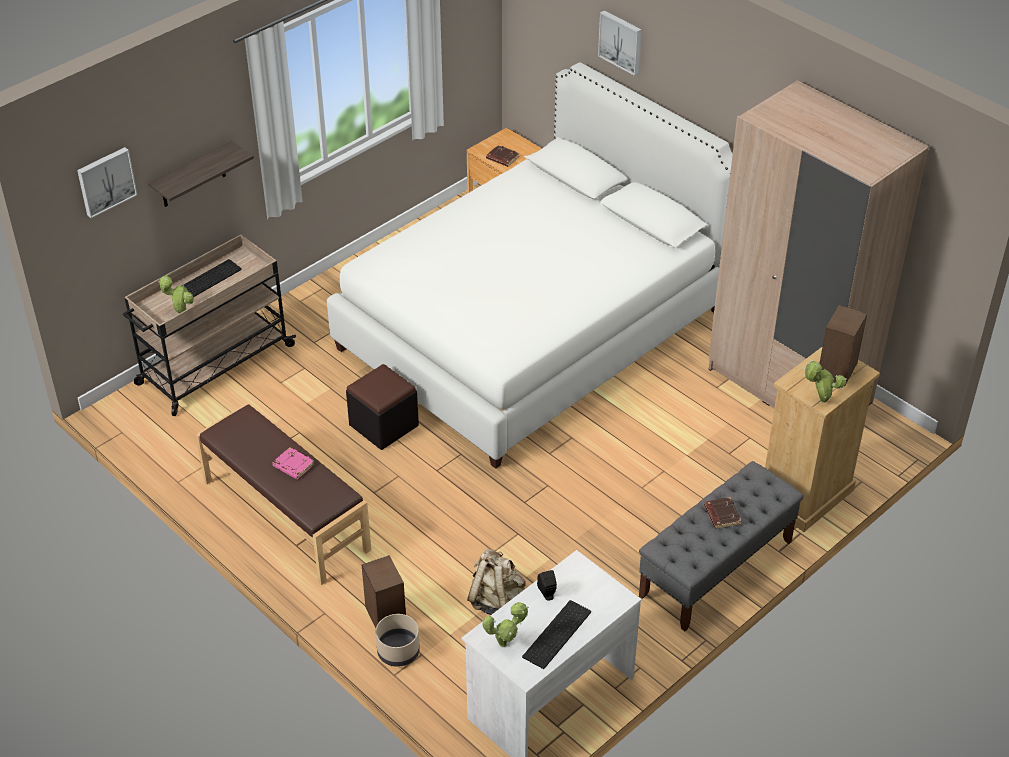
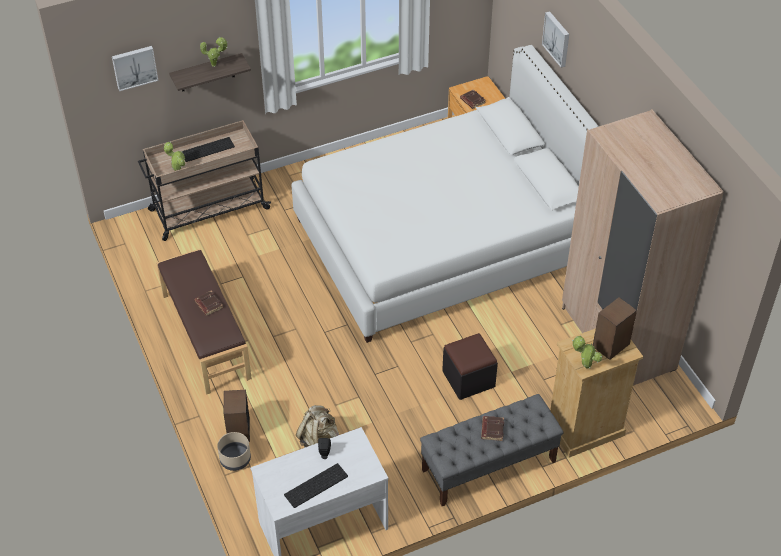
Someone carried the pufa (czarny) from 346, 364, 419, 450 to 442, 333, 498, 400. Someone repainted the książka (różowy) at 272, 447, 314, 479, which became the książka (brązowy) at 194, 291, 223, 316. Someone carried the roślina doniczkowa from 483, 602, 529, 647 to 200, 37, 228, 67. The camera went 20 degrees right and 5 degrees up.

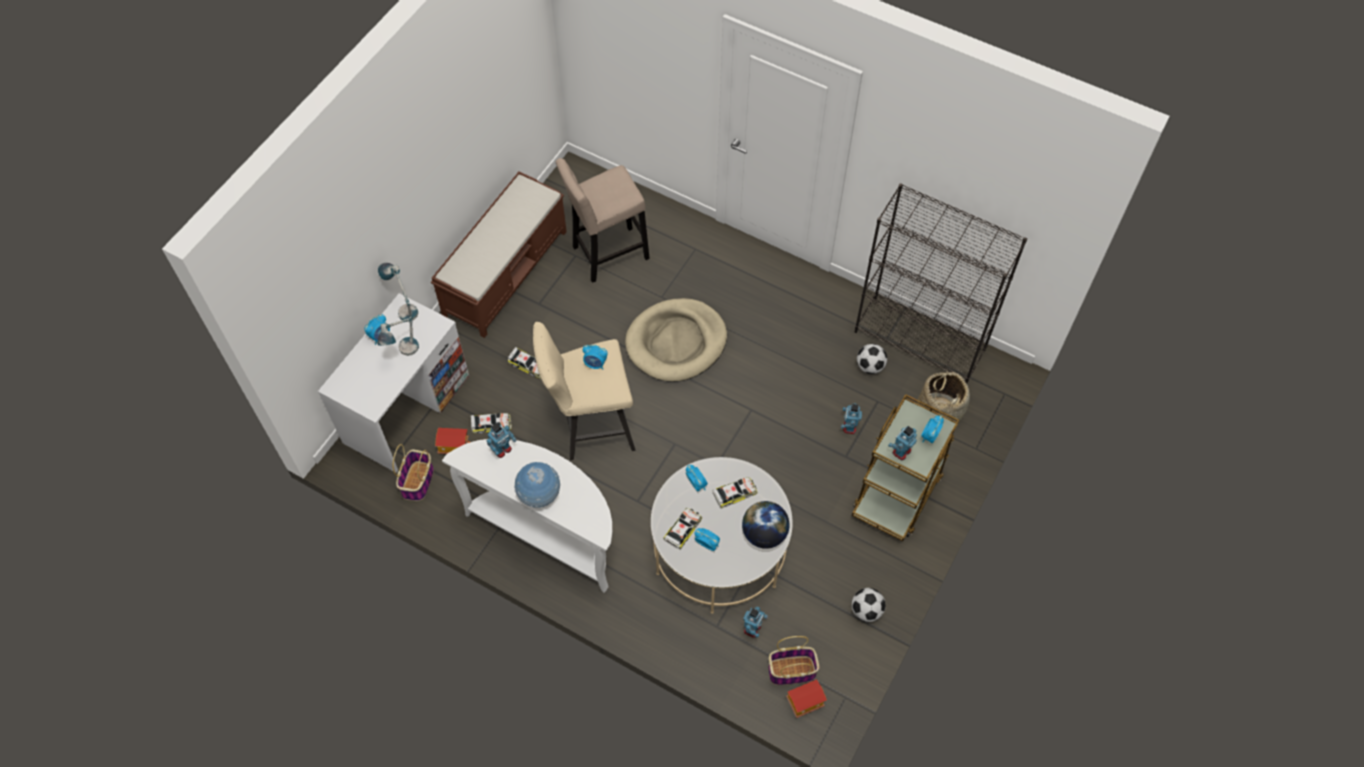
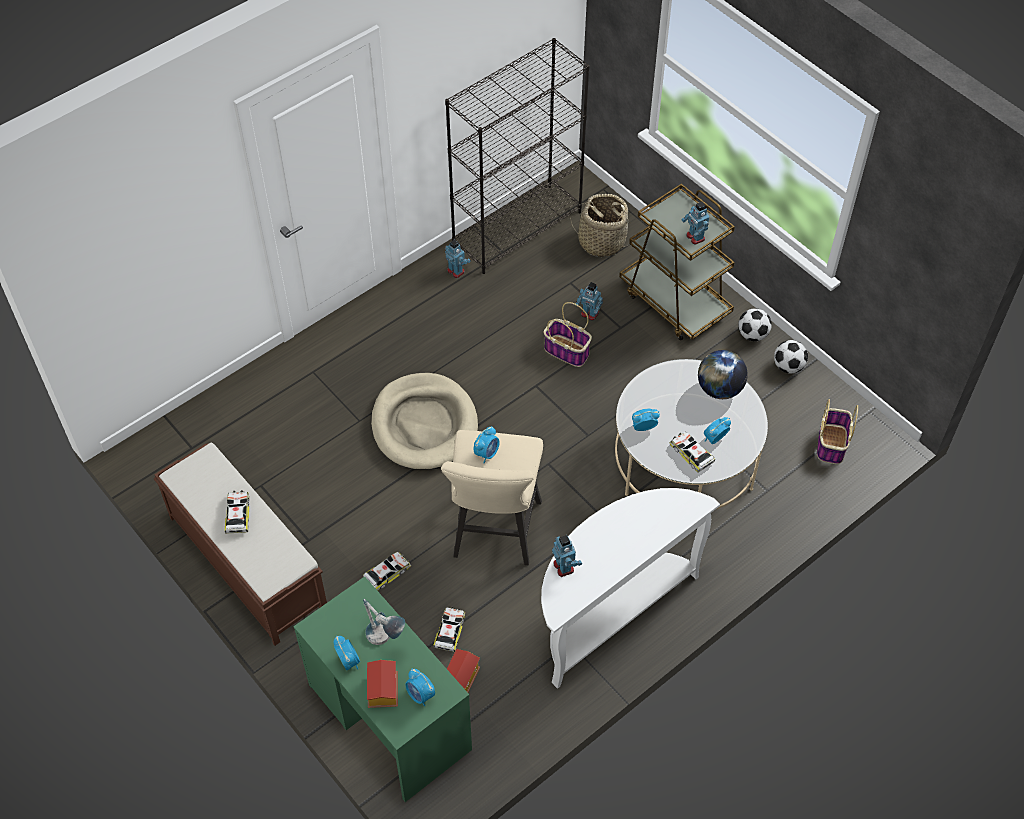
Someone took away the stołek (beżowy) at 556, 158, 650, 283. Someone took away the lampa stołowa at 378, 263, 418, 322. Someone repainted the biurko (biały) at 318, 293, 469, 473, which became the biurko (zielony) at 293, 576, 472, 802. Someone carried the piłka futbolowa from 857, 344, 887, 374 to 738, 308, 772, 341. Someone carried the budzik from 921, 415, 944, 443 to 405, 669, 435, 706. Someone carried the koszyk from 393, 444, 434, 501 to 544, 302, 592, 367. Someone took away the globus at 514, 462, 560, 508. Someone carried the samochodzik from 713, 477, 758, 508 to 225, 490, 249, 534. Someone carried the robot zabawkowy from 743, 606, 768, 638 to 445, 240, 471, 278. Someone carried the domek from 786, 679, 827, 718 to 367, 660, 398, 708. The camera went 70 degrees left and 5 degrees down.

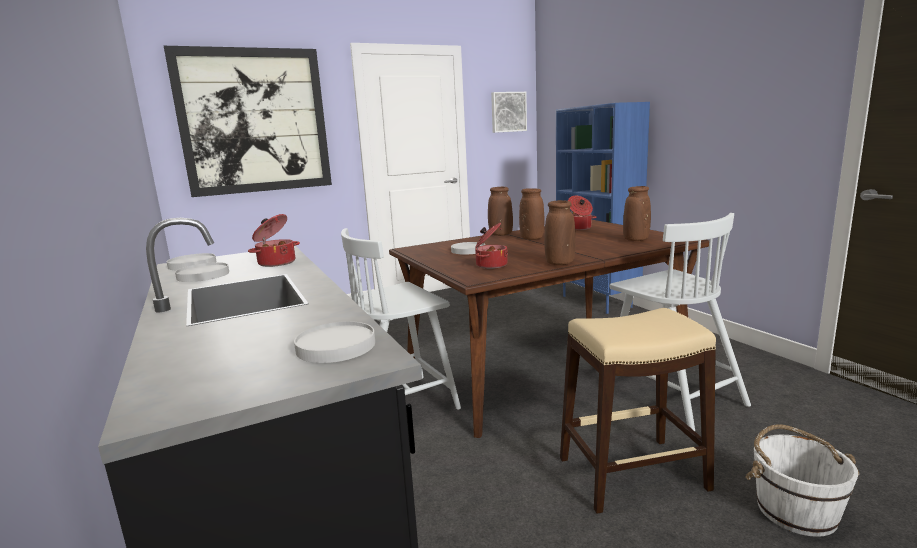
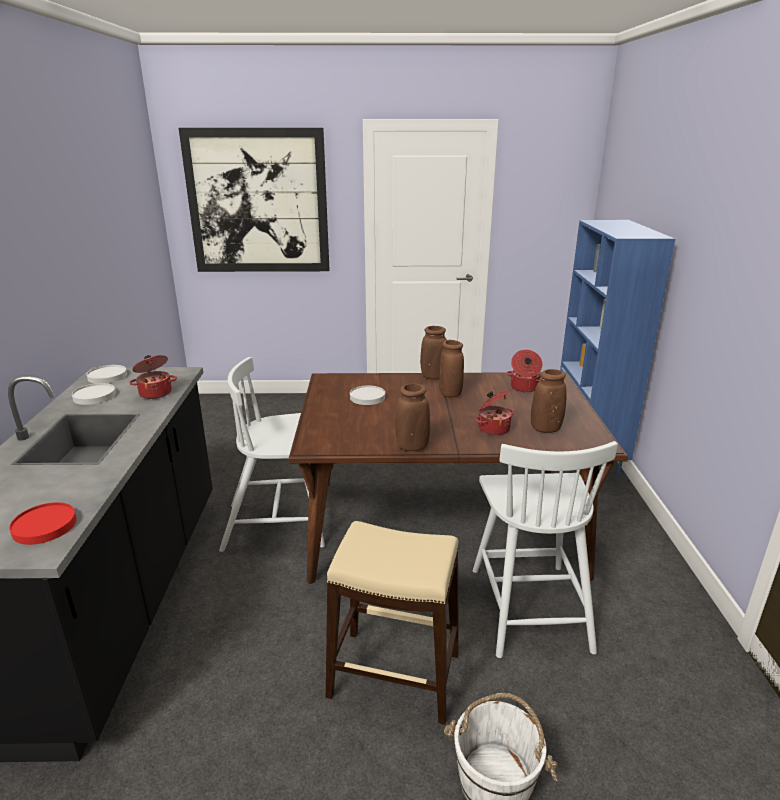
Someone took away the obraz at 491, 92, 527, 133. Someone carried the garnek from 475, 223, 508, 269 to 475, 390, 514, 435. Someone repainted the talerz (biały) at 294, 321, 375, 363, which became the talerz (czerwony) at 9, 502, 77, 545. The camera went 25 degrees right and 10 degrees up.

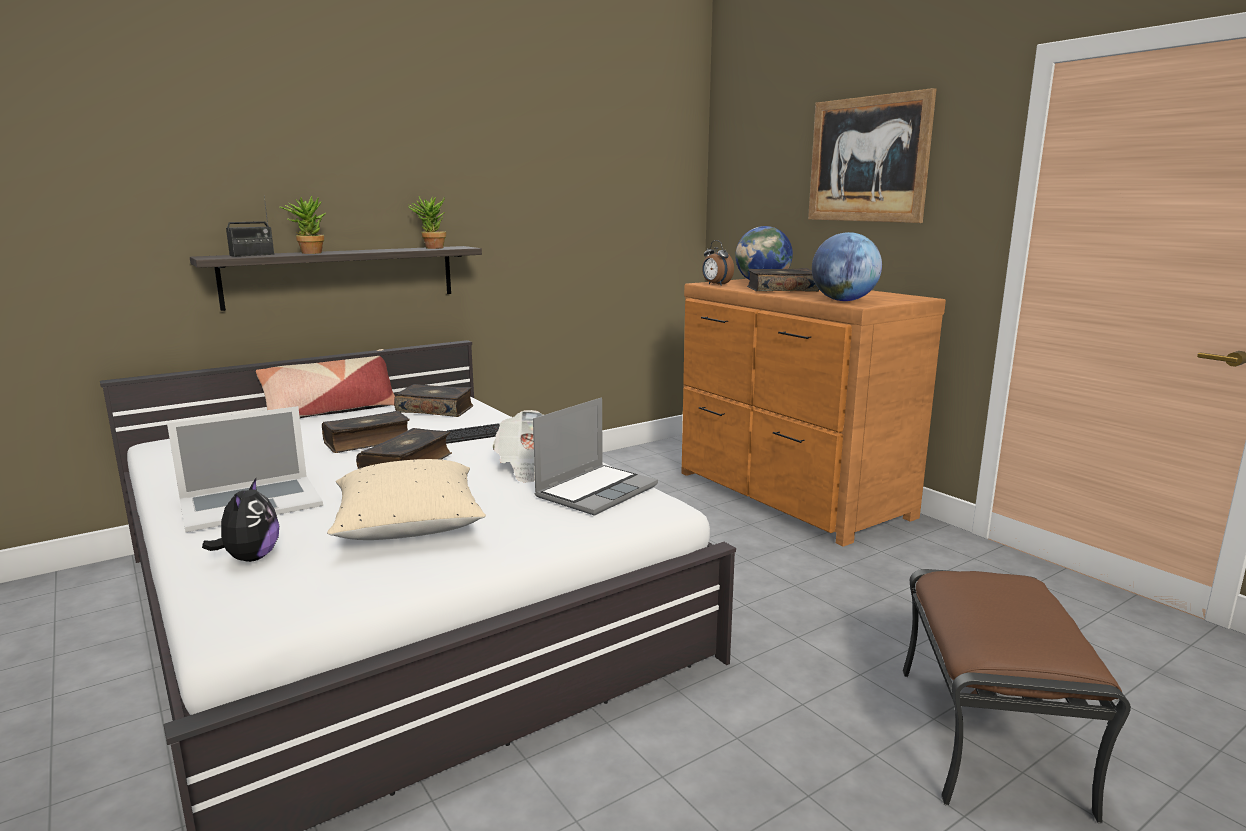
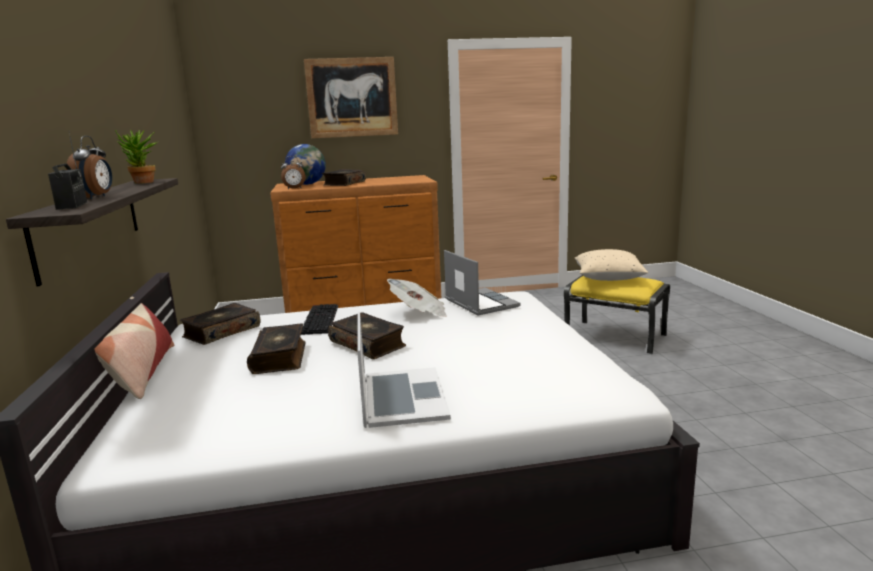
Someone swapped the roślina doniczkowa at 280, 196, 326, 254 for the budzik at 66, 136, 112, 199. Someone took away the globus at 812, 232, 882, 301. Someone carried the poduszka (beżowy) from 327, 459, 486, 540 to 574, 249, 648, 281. Someone took away the pluszak at 202, 478, 279, 562. Someone repainted the pufa (brązowy) at 902, 569, 1131, 824, which became the pufa (żółty) at 564, 275, 670, 354. The camera went 65 degrees left and 0 degrees up.

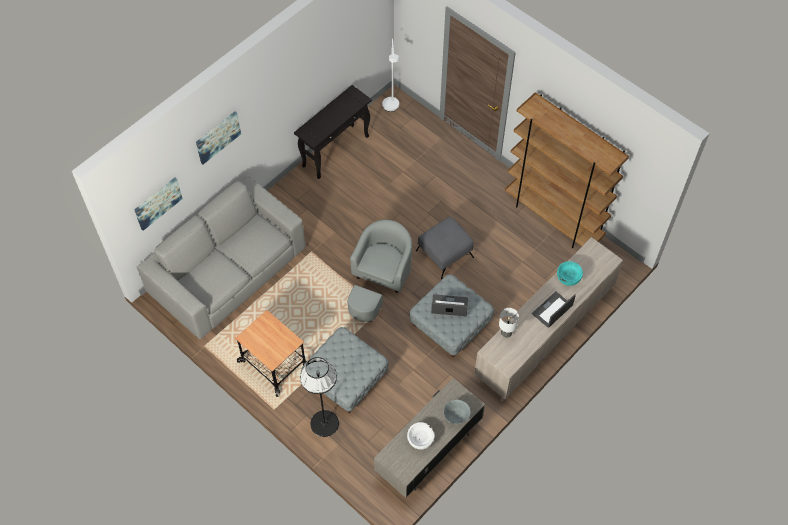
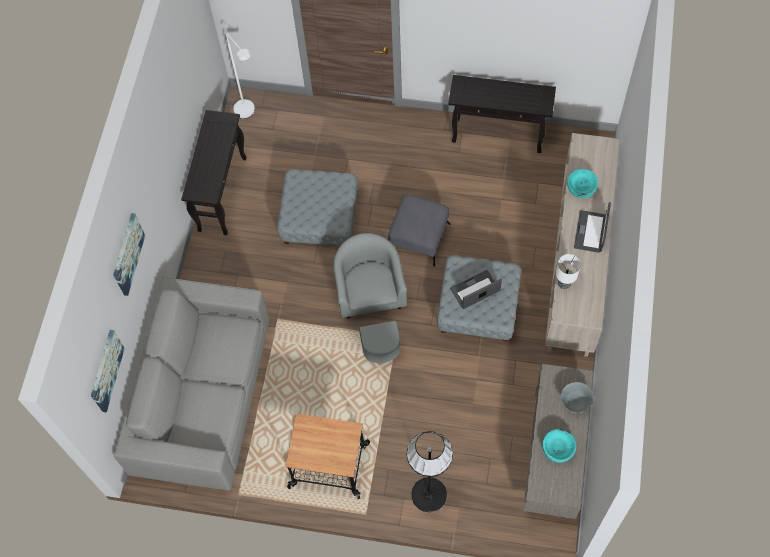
Someone swapped the regał (brązowy) at 505, 92, 629, 248 for the stolik konsolowy (czarny) at 448, 75, 556, 153. Someone carried the pufa (szary) from 301, 327, 389, 413 to 277, 169, 358, 246. Someone repainted the miska (biały) at 407, 422, 435, 449, which became the miska (turkusowy) at 542, 429, 576, 462. The camera went 30 degrees left and 5 degrees up.

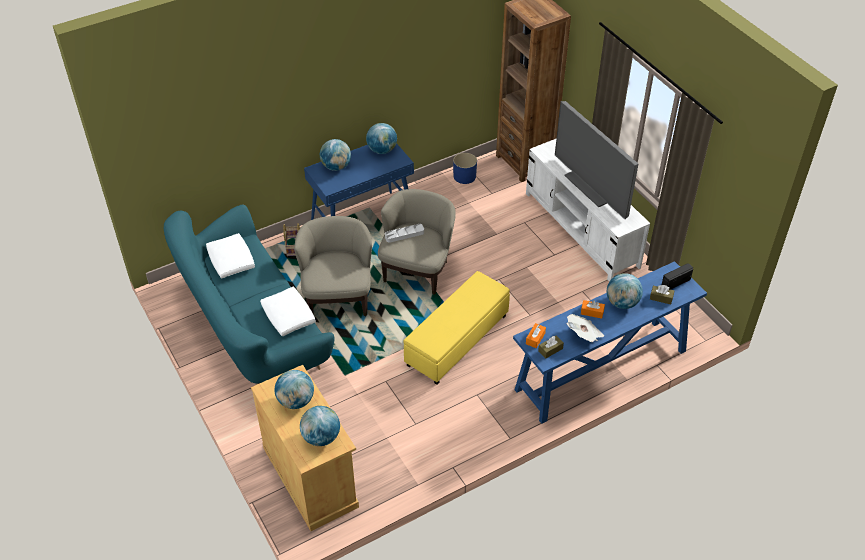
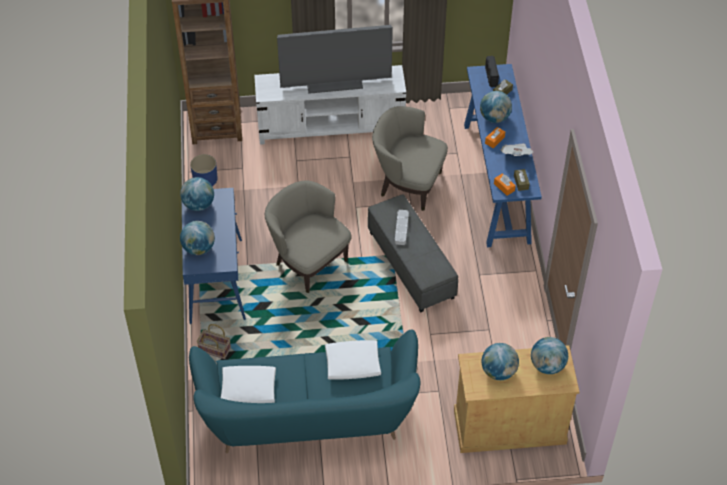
Someone carried the fotel (beżowy) from 294, 216, 372, 316 to 372, 106, 448, 211. Someone carried the taca (szary) from 385, 224, 424, 243 to 395, 210, 409, 245. Someone repainted the pufa (żółty) at 403, 271, 510, 385, which became the pufa (szary) at 368, 194, 458, 312. The camera went 65 degrees left and 5 degrees up.

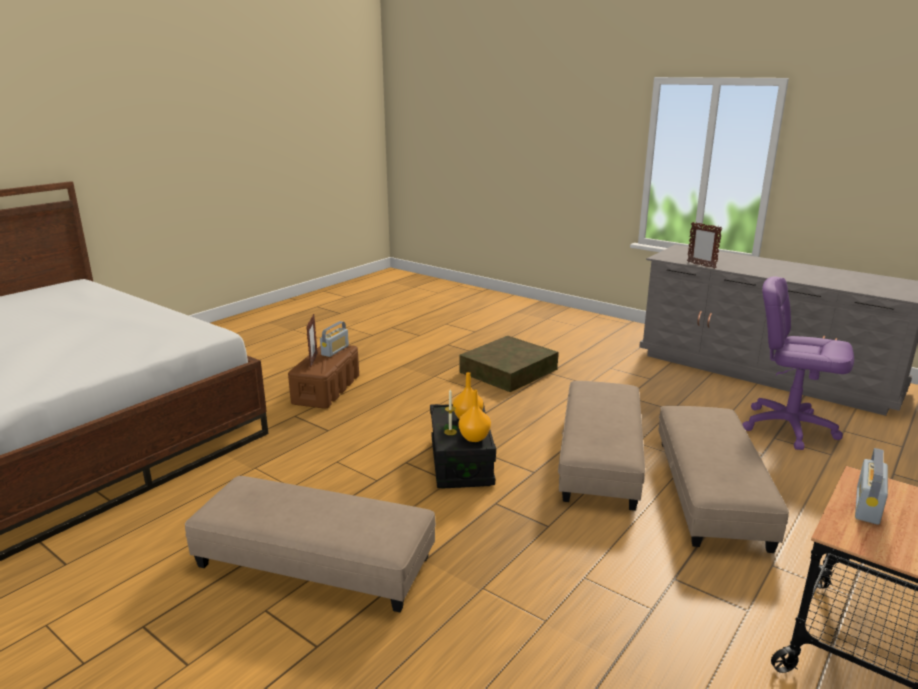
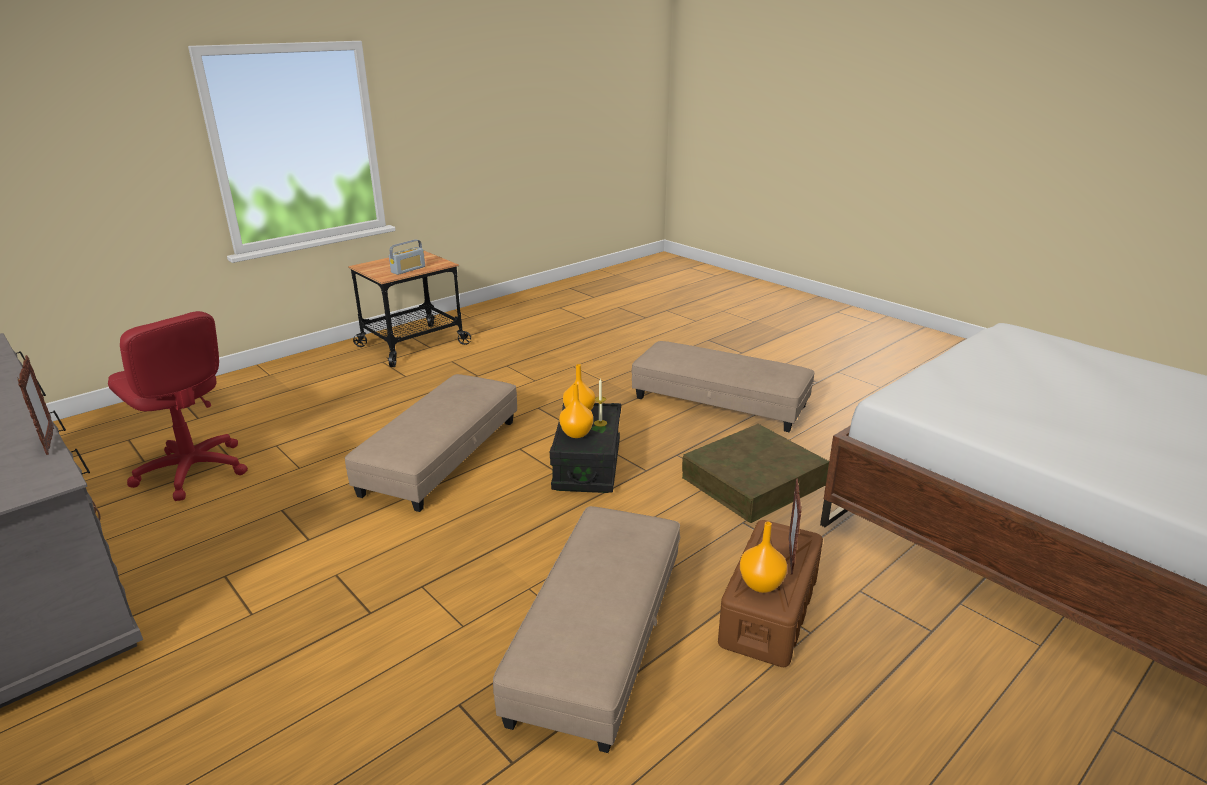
Someone repainted the krzesło biurowe (fioletowy) at 742, 277, 854, 450, which became the krzesło biurowe (czerwony) at 108, 311, 248, 501. Someone swapped the radio at 320, 321, 349, 357 for the wazon (pomarańczowy) at 740, 522, 787, 593. Someone carried the pojemnik do przechowywania (brązowy) from 459, 336, 559, 392 to 682, 424, 829, 523. Someone carried the pufa (beżowy) from 658, 406, 789, 553 to 493, 506, 680, 753. The camera went 170 degrees left and 5 degrees up.

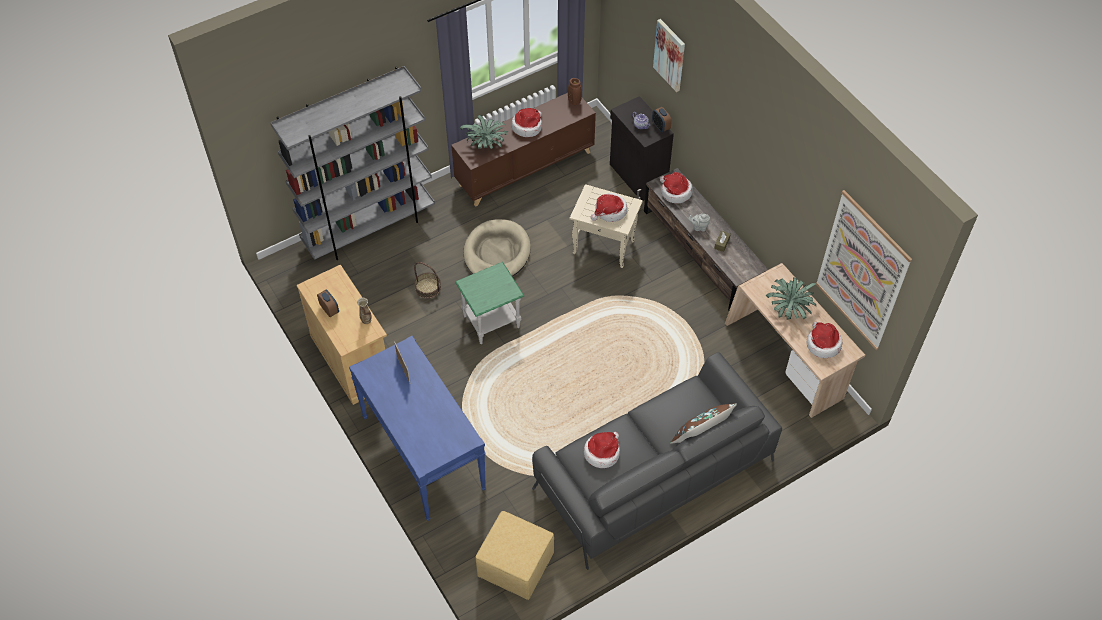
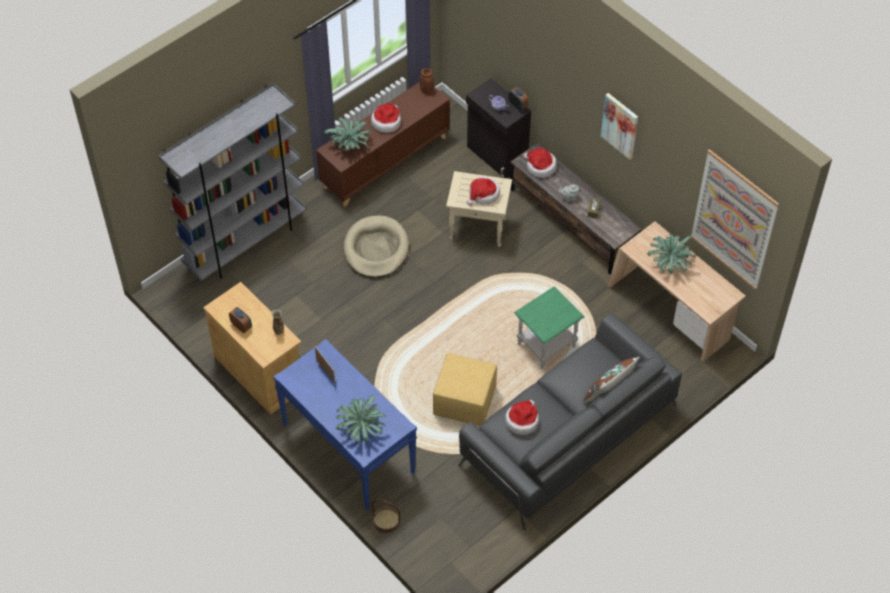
Someone carried the obraz from 653, 19, 685, 92 to 601, 93, 638, 160. Someone carried the koszyk from 414, 262, 441, 298 to 372, 499, 400, 534. Someone carried the stolik (zielony) from 455, 262, 524, 344 to 514, 286, 585, 369. Someone took away the kapelusz at 807, 322, 842, 358. Someone carried the pufa (żółty) from 476, 511, 554, 600 to 433, 353, 497, 426. Someone put down the roślina doniczkowa at 336, 394, 386, 444. The camera went 10 degrees left and 0 degrees up.

